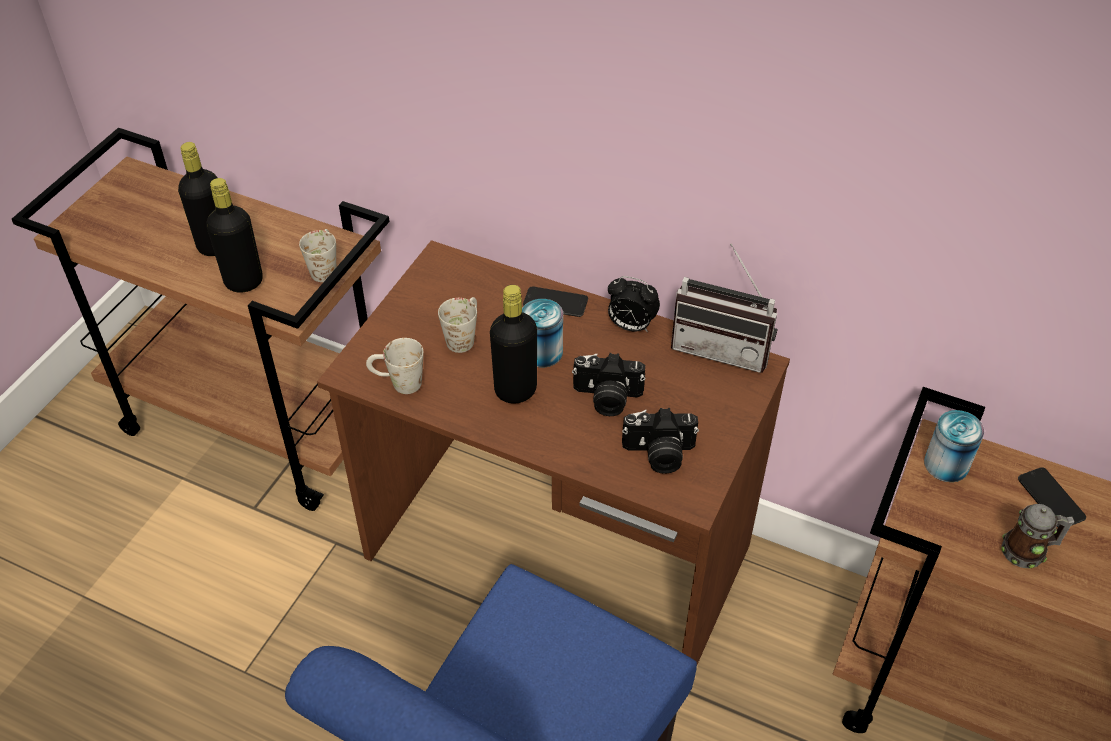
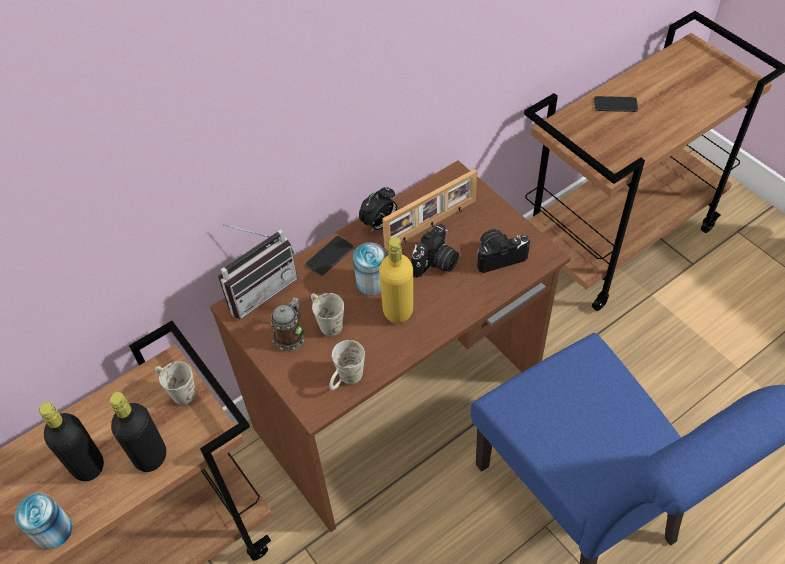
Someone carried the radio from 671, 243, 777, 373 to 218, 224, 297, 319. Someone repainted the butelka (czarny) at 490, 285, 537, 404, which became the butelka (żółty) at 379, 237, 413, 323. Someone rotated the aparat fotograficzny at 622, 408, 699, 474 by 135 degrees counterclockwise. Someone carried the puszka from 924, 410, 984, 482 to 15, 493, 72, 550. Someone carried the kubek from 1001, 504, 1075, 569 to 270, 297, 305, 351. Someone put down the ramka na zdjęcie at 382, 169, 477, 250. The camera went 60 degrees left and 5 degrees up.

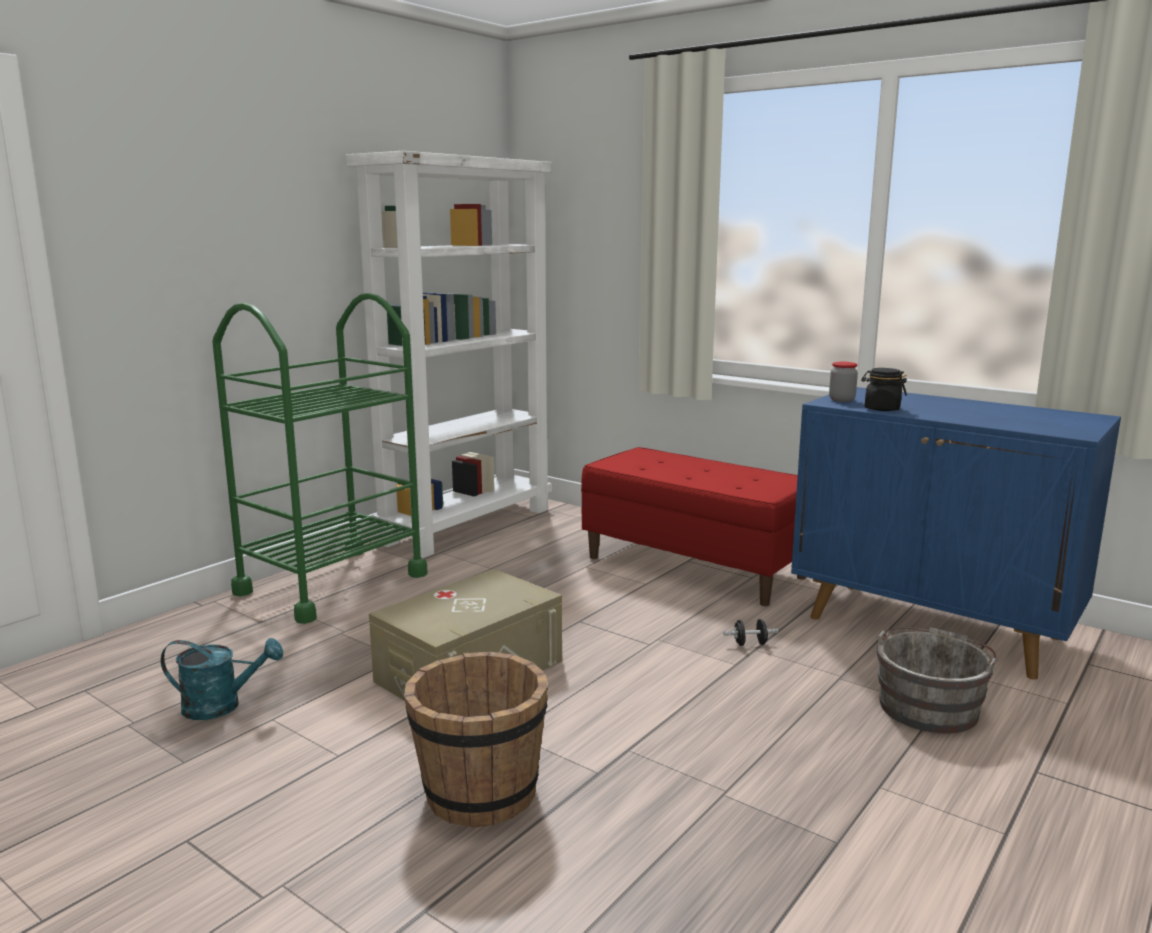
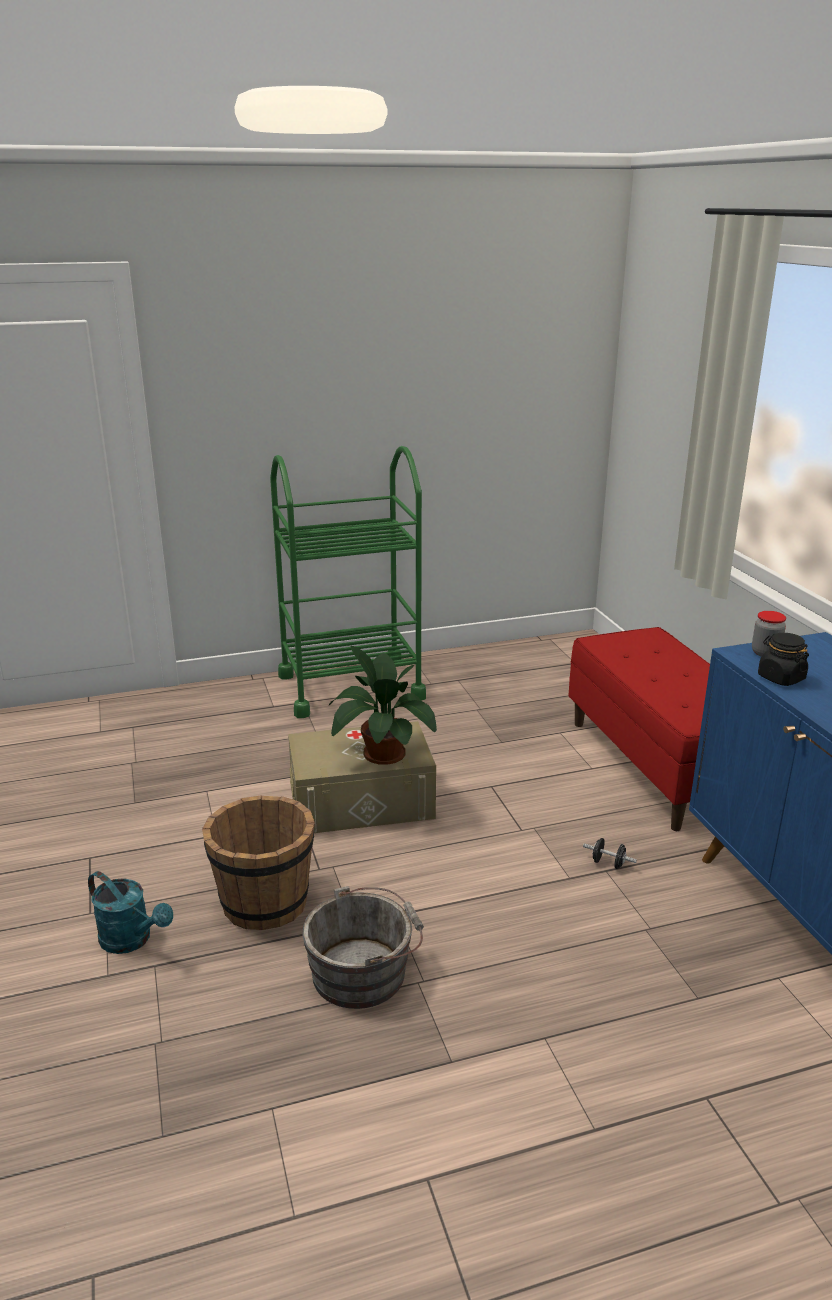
Someone took away the regał (biały) at 346, 151, 553, 558. Someone carried the wiadro (szary) from 876, 626, 998, 734 to 303, 886, 424, 1009. Someone carried the konewka (turkusowy) from 161, 638, 283, 720 to 88, 871, 173, 954. Someone put down the roślina doniczkowa at 329, 646, 437, 765. The camera went 35 degrees right and 10 degrees up.

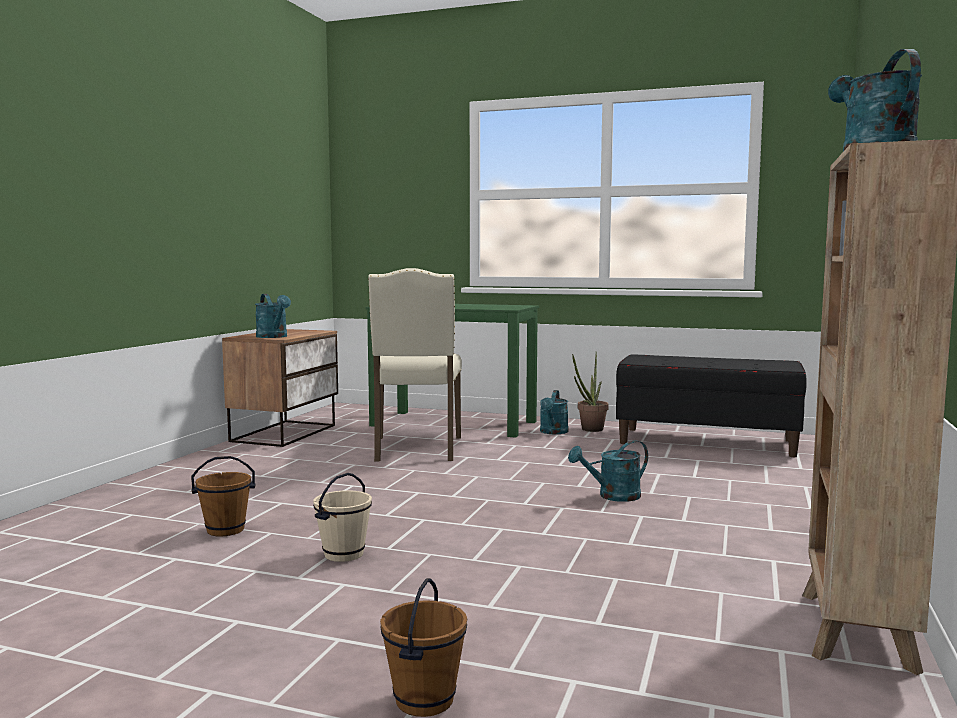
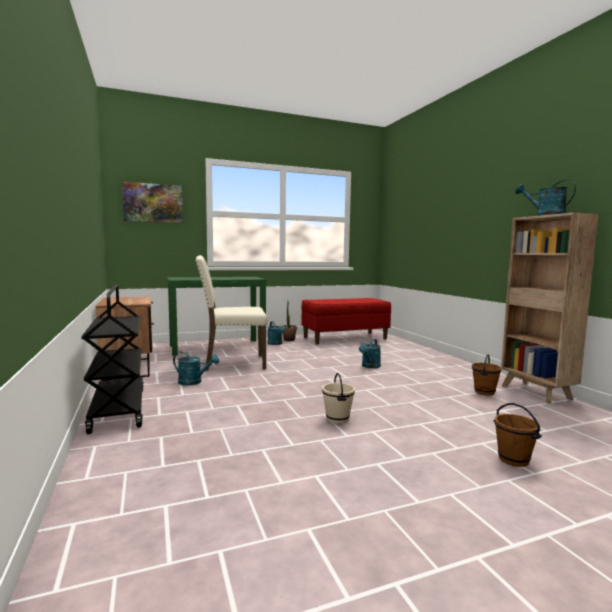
Someone rotated the krzesło (beżowy) at 368, 268, 462, 461 by 120 degrees clockwise. Someone carried the konewka (turkusowy) from 255, 294, 291, 338 to 173, 352, 219, 385. Someone repainted the ławka (czarny) at 616, 354, 807, 457, which became the ławka (czerwony) at 302, 298, 391, 345. Someone carried the wiadro (brązowy) from 191, 456, 256, 536 to 472, 354, 502, 395. Someone put up the obraz at 122, 182, 183, 223. Someone put down the wózek (czarny) at 81, 285, 144, 434. The camera went 40 degrees left and 0 degrees up.

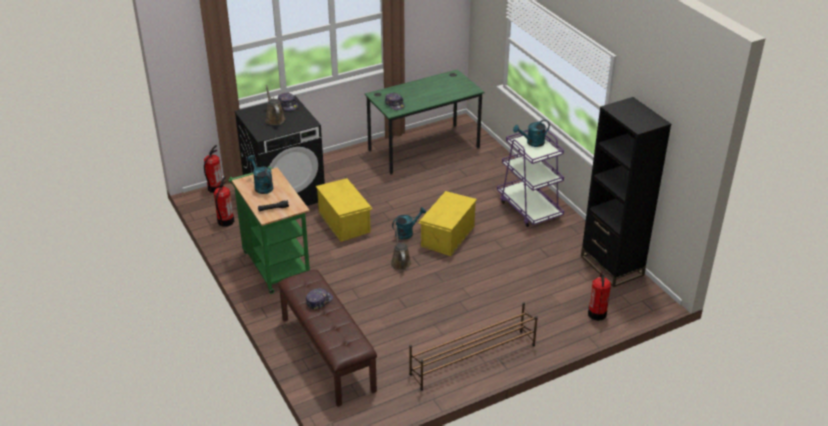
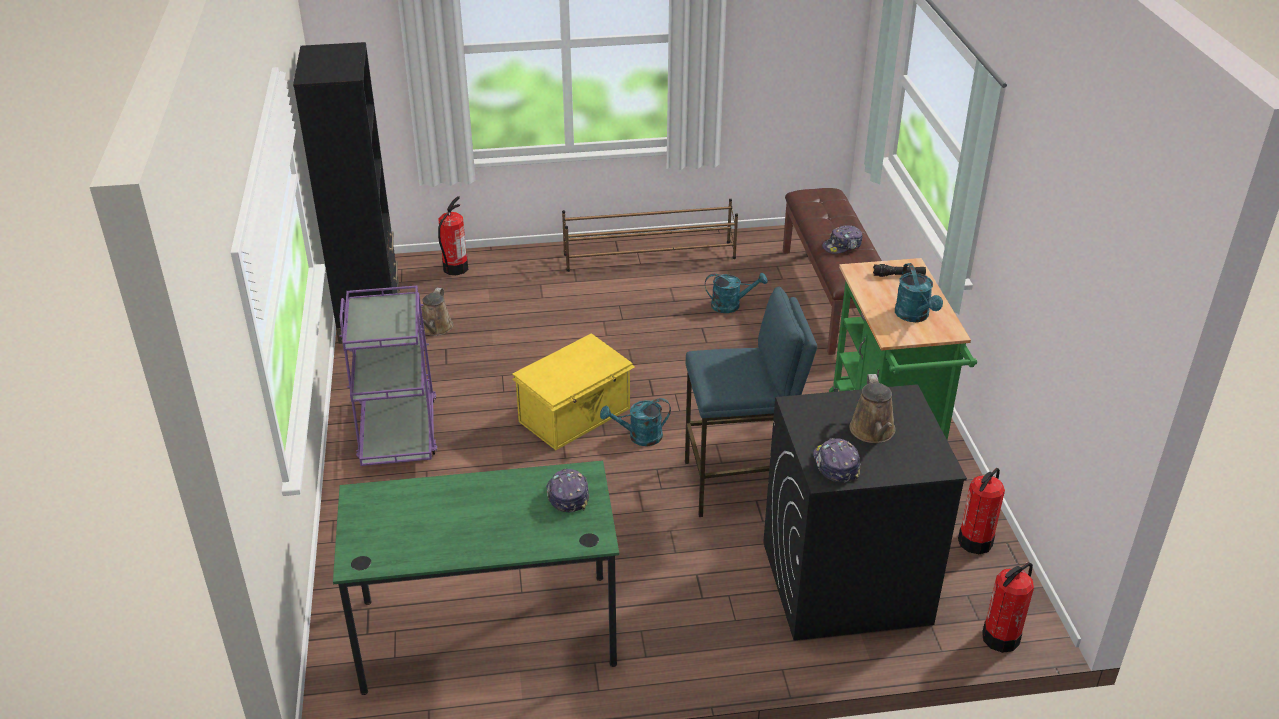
Someone carried the konewka (turkusowy) from 513, 120, 550, 147 to 705, 272, 768, 313. Someone swapped the pojemnik do przechowywania (żółty) at 316, 178, 372, 242 for the stołek (niebieski) at 685, 286, 817, 517. Someone carried the konewka (brązowy) from 391, 225, 411, 270 to 422, 288, 453, 336. The camera went 160 degrees left and 0 degrees up.

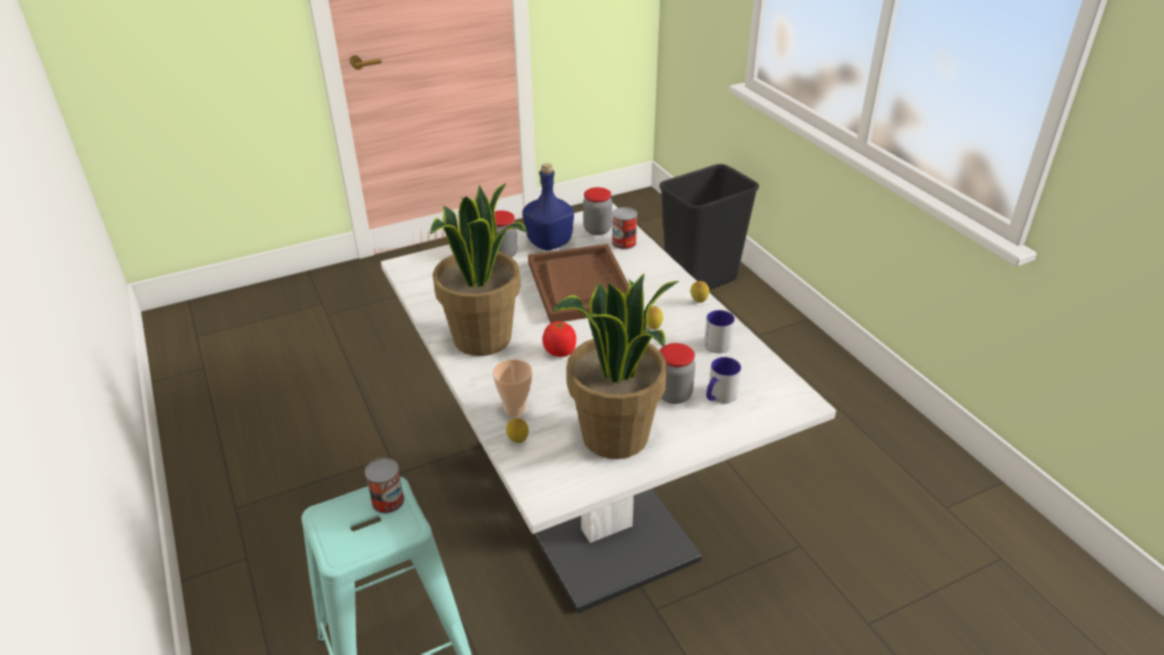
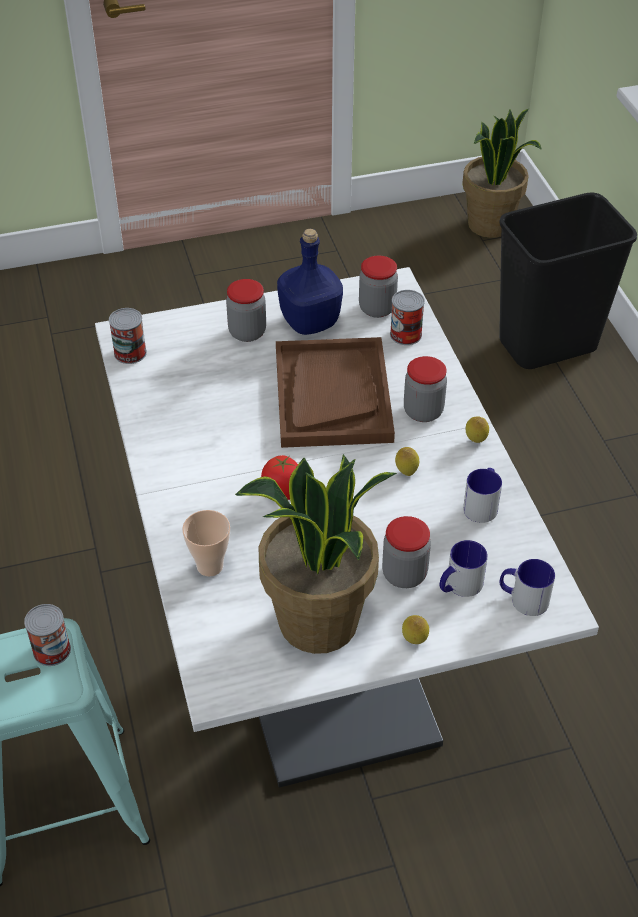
Someone carried the roślina doniczkowa from 430, 183, 528, 356 to 462, 109, 542, 238. Someone carried the cytryna from 506, 418, 529, 443 to 402, 615, 429, 644. Someone put down the puszka at 109, 308, 147, 364. Someone put down the słoik at 404, 356, 447, 422. Someone put down the kubek at 500, 559, 555, 616. The camera went 10 degrees right and 10 degrees up.

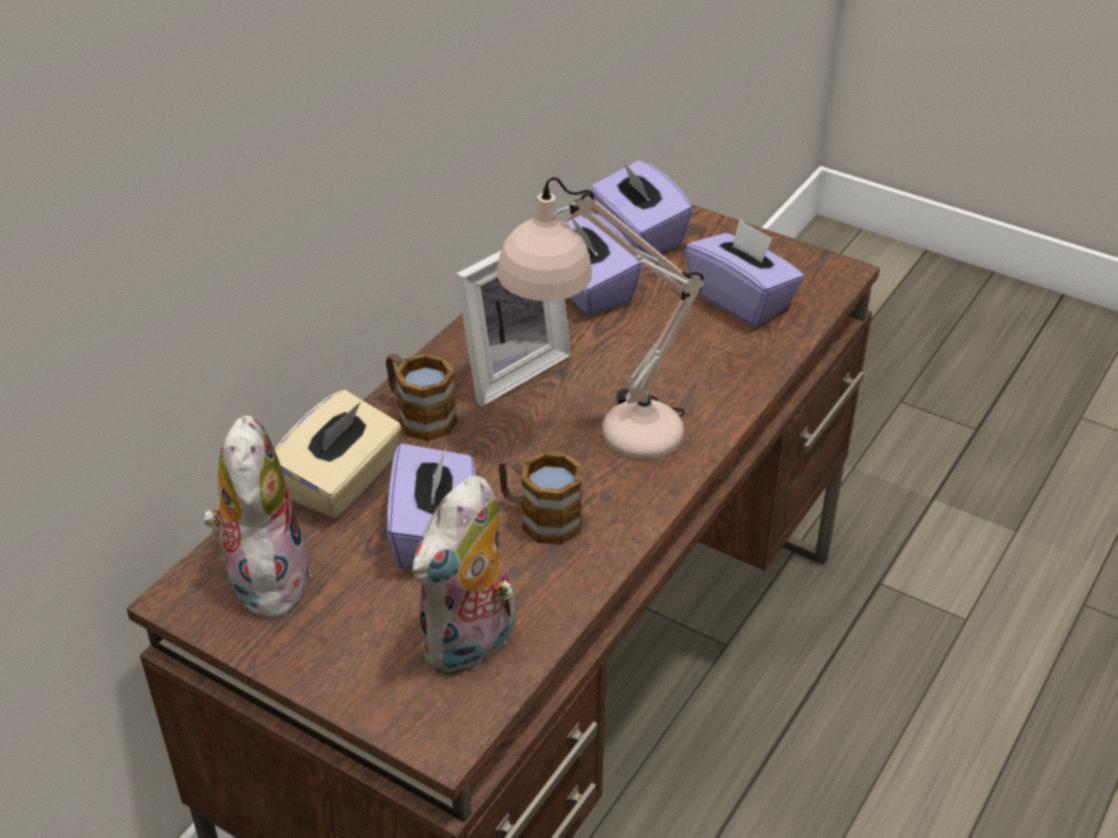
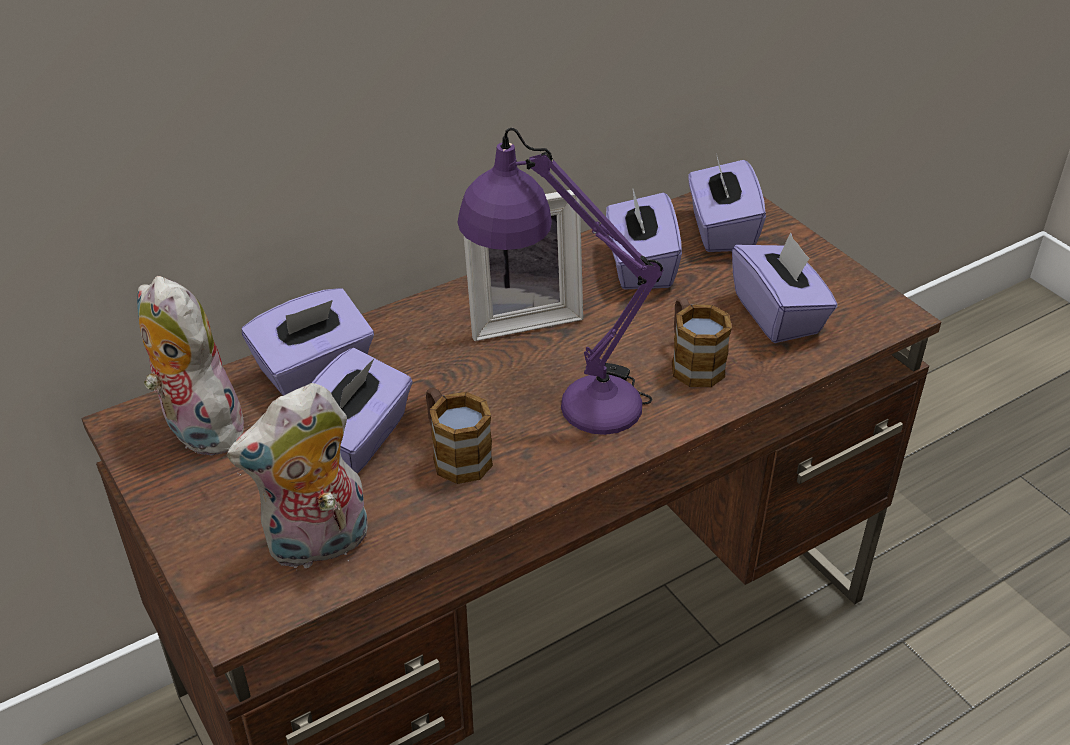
Someone repainted the lampa stołowa (beżowy) at 497, 177, 704, 459, which became the lampa stołowa (fioletowy) at 457, 128, 663, 435. Someone carried the kubek from 386, 353, 457, 441 to 672, 297, 732, 387. Someone repainted the pudełko chusteczek (beżowy) at 275, 390, 401, 519, which became the pudełko chusteczek (fioletowy) at 242, 288, 374, 396. Someone rotated the pluszak at 203, 415, 312, 618 by 60 degrees counterclockwise. The camera went 25 degrees right and 0 degrees up.

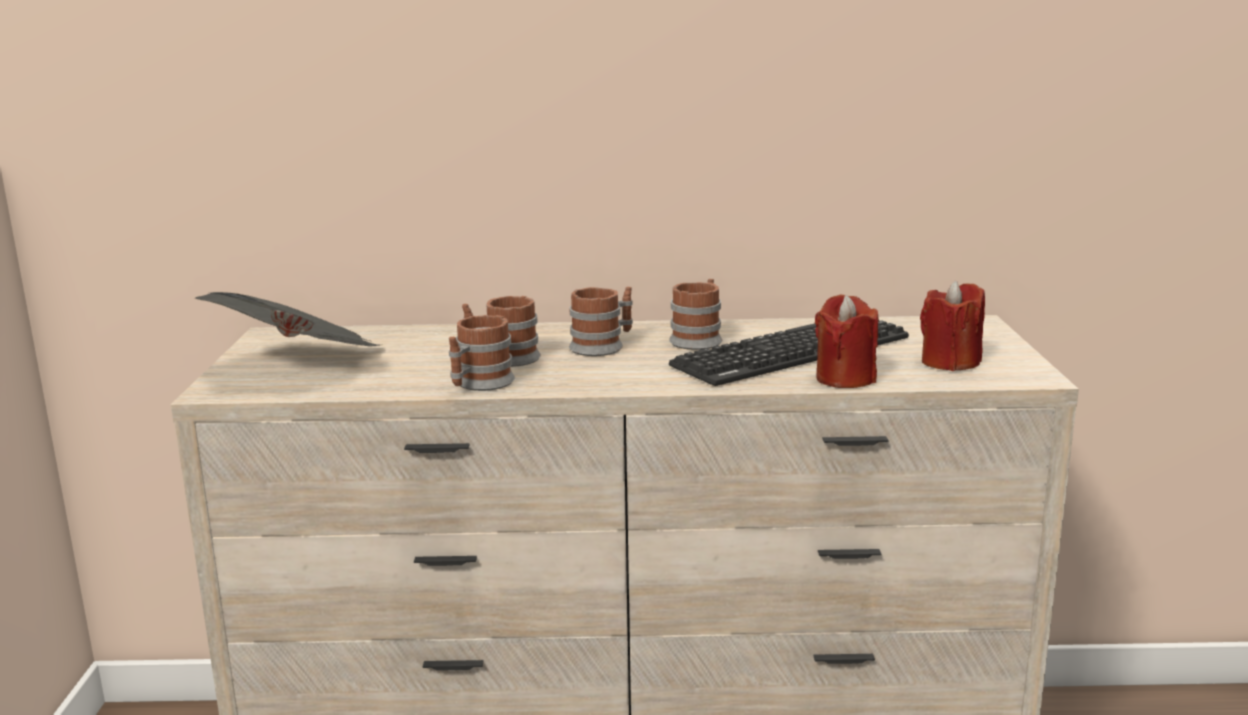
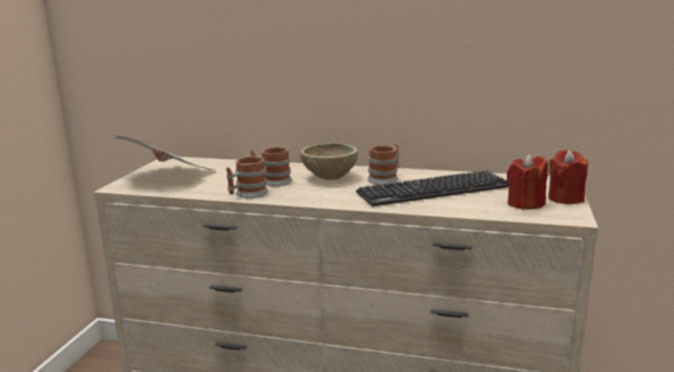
Someone swapped the kubek at 569, 287, 633, 356 for the miska (beżowy) at 300, 143, 358, 180. Someone carried the świeca (czerwony) from 815, 295, 878, 388 to 548, 149, 588, 204. The camera went 15 degrees right and 0 degrees up.

